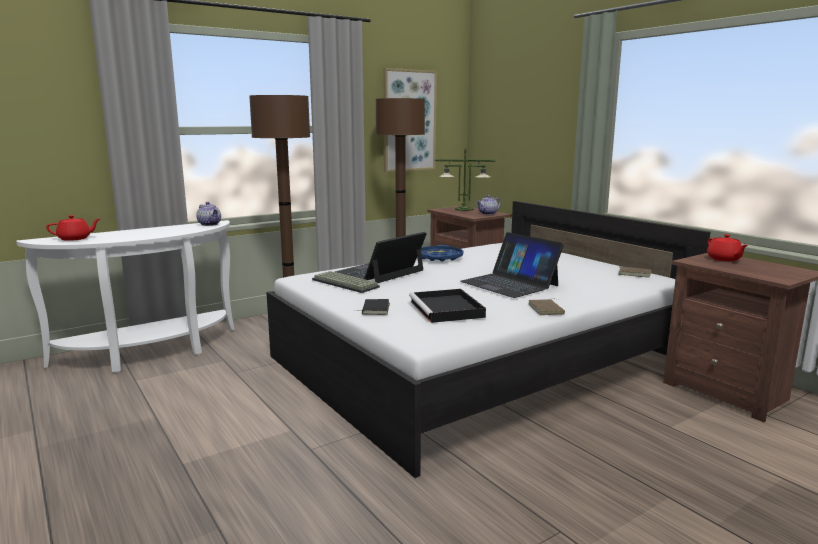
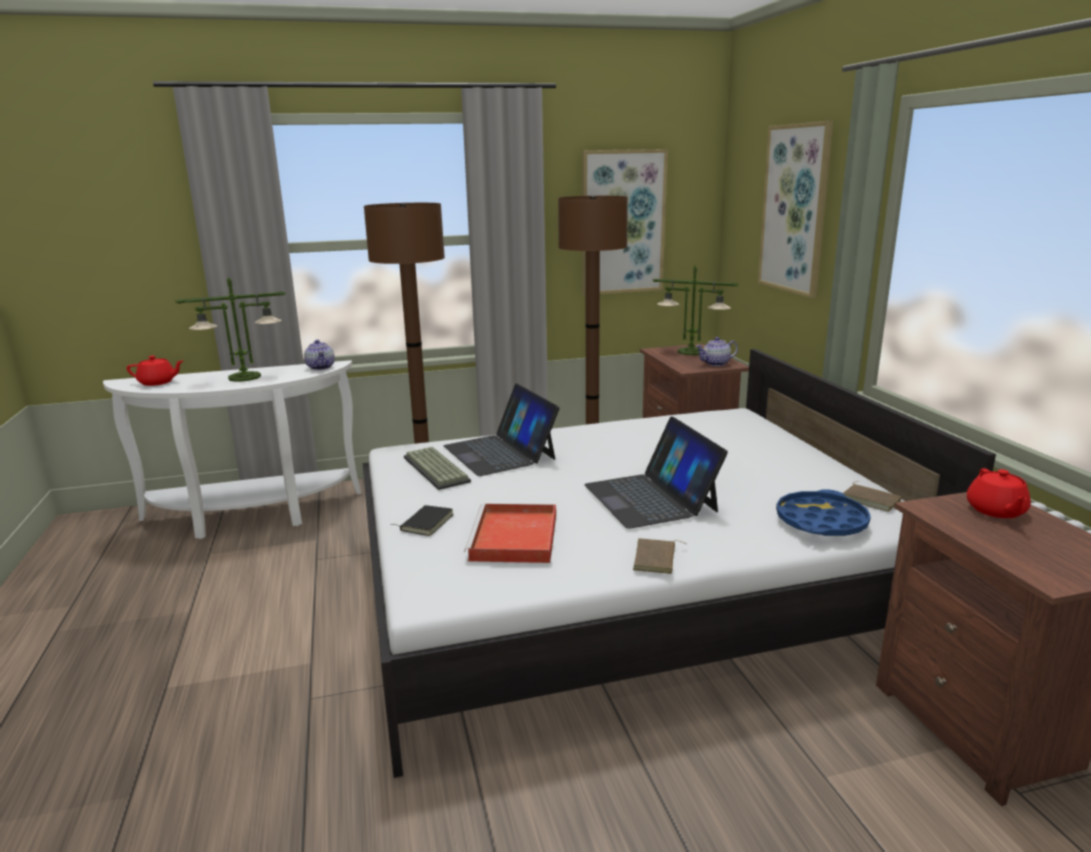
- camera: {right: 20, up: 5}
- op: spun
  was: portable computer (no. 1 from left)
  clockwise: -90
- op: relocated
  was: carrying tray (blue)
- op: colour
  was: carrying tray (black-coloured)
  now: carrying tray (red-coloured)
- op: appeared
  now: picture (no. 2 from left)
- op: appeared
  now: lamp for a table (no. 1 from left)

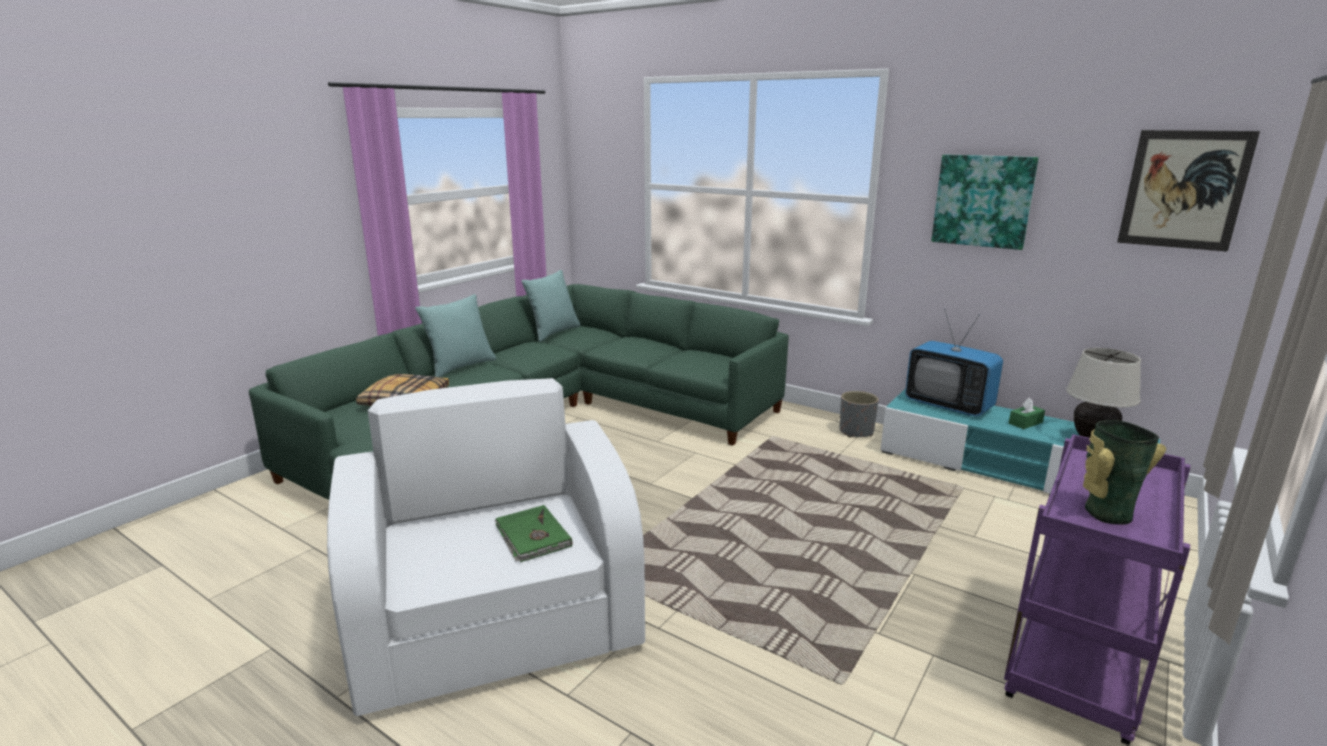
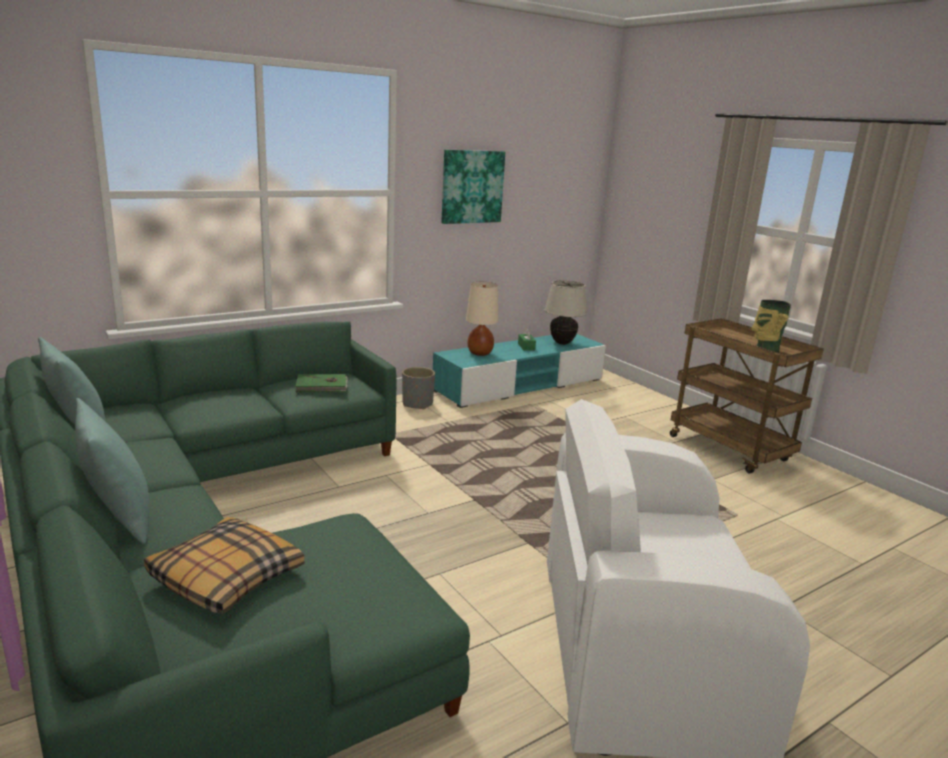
- camera: {right: -70, up: 0}
- op: missing
  was: picture (no. 2 from left)
- op: exchanged
  was: TV
  now: lamp for a table (beige-coloured) (no. 1 from left)
- op: colour
  was: cart (purple-coloured)
  now: cart (brownish)
- op: relocated
  was: volume (green-coloured)

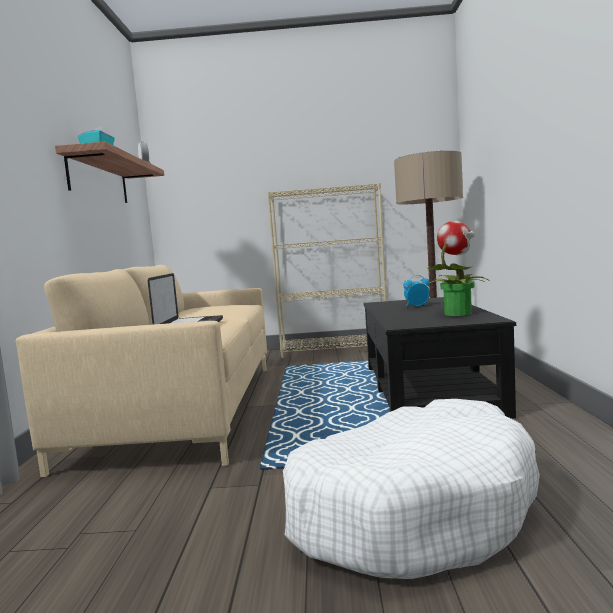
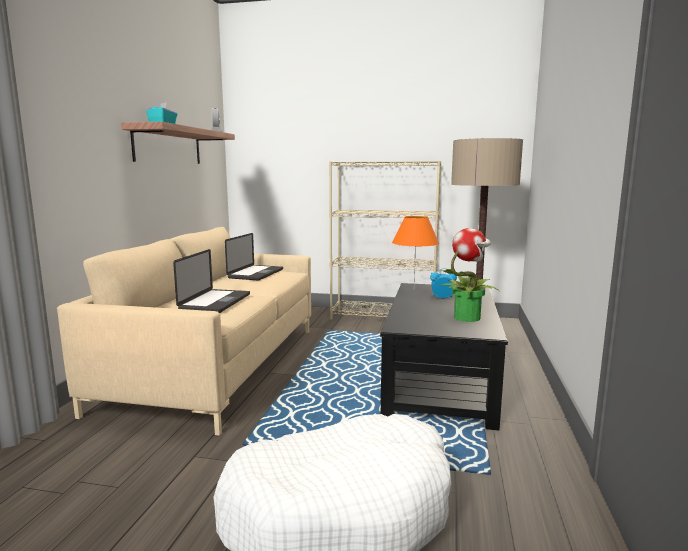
- camera: {right: 10, up: 5}
- op: appeared
  now: lamp for a table (orange)
- op: appeared
  now: portable computer (no. 2 from left)

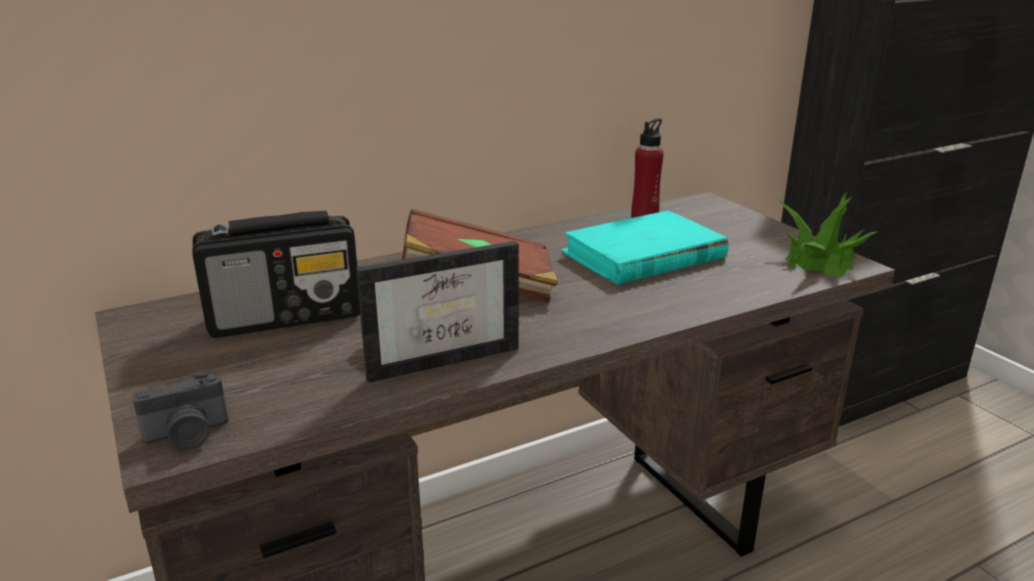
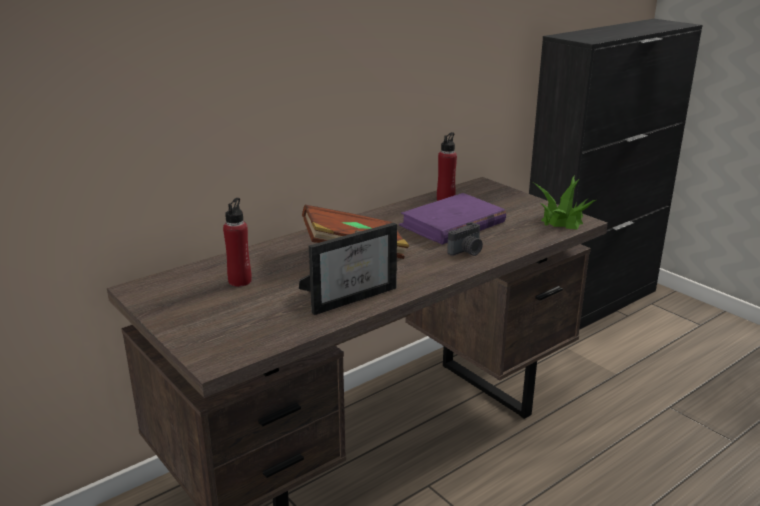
- camera: {right: -10, up: 0}
- op: colour
  was: volume (turquoise-coloured)
  now: volume (purple-coloured)
- op: exchanged
  was: radio set
  now: drink bottle (red-coloured) (no. 1 from left)
- op: relocated
  was: photo camera

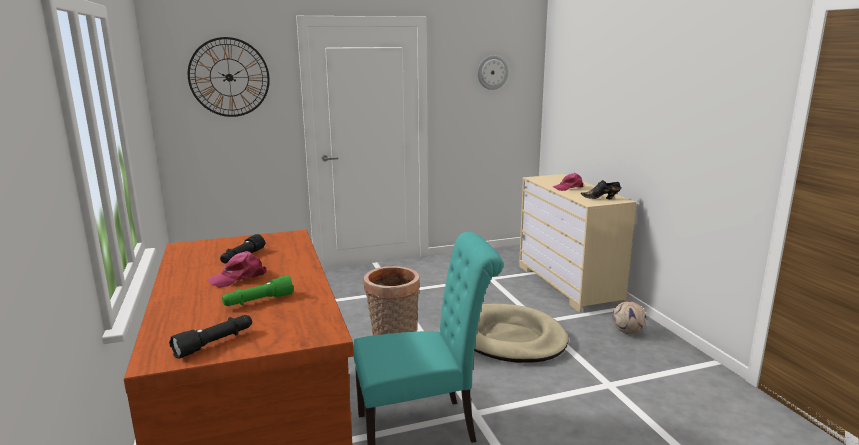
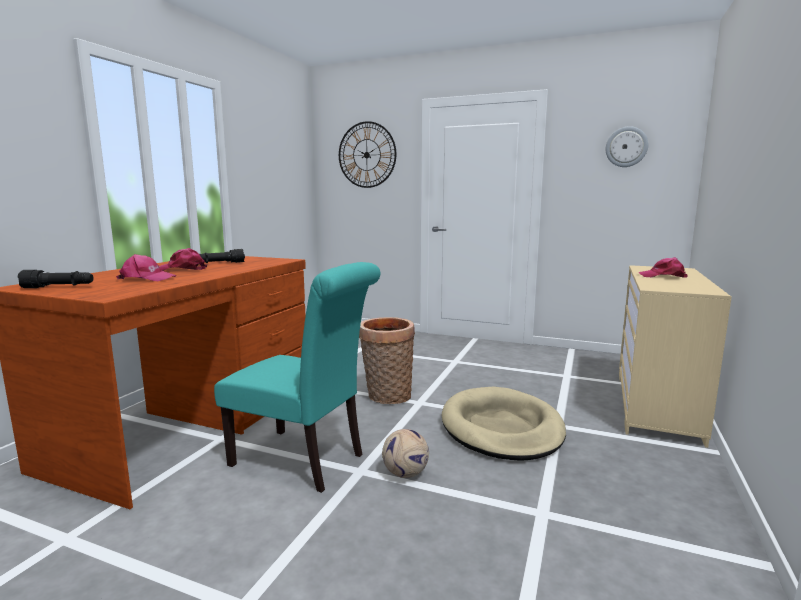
- camera: {right: 40, up: -5}
- op: missing
  was: low shoe (black-coloured)
- op: exchanged
  was: torch (green-coloured)
  now: peaked cap (pink-coloured) (no. 1 from left)
- op: relocated
  was: football ball

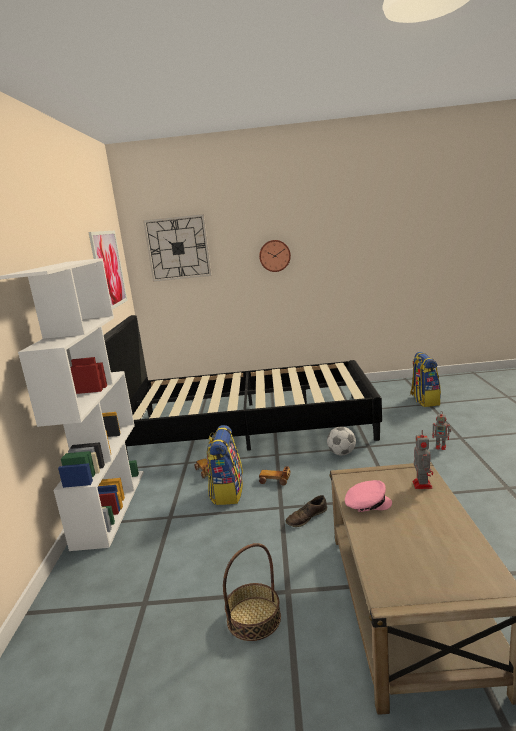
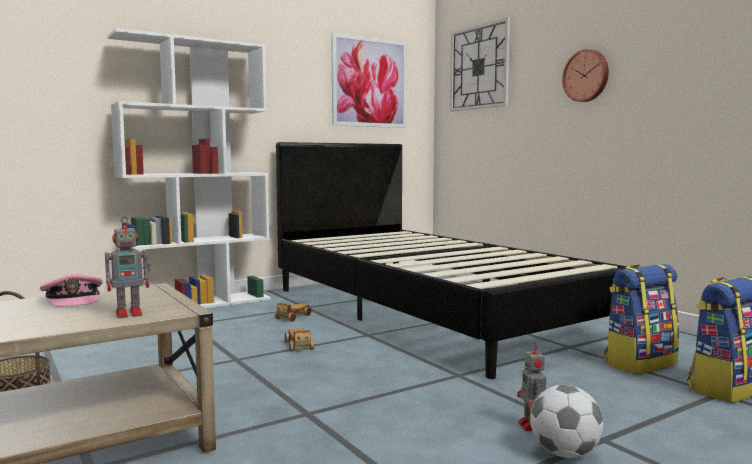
- camera: {right: 55, up: -10}
- op: relocated
  was: knapsack (no. 1 from left)
- op: relocated
  was: football ball
- op: missing
  was: low shoe (brownish)

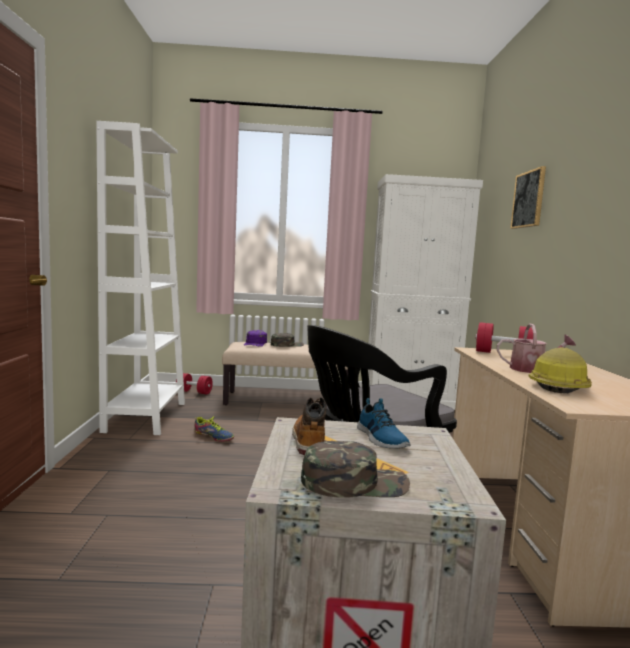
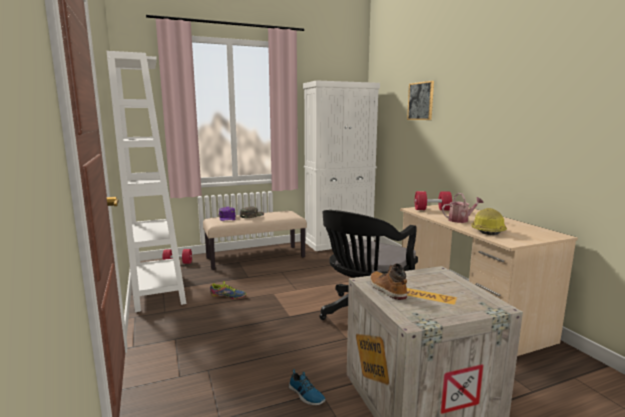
- camera: {right: -20, up: 5}
- op: relocated
  was: low shoe (no. 2 from left)
- op: missing
  was: peaked cap (green-coloured) (no. 2 from left)

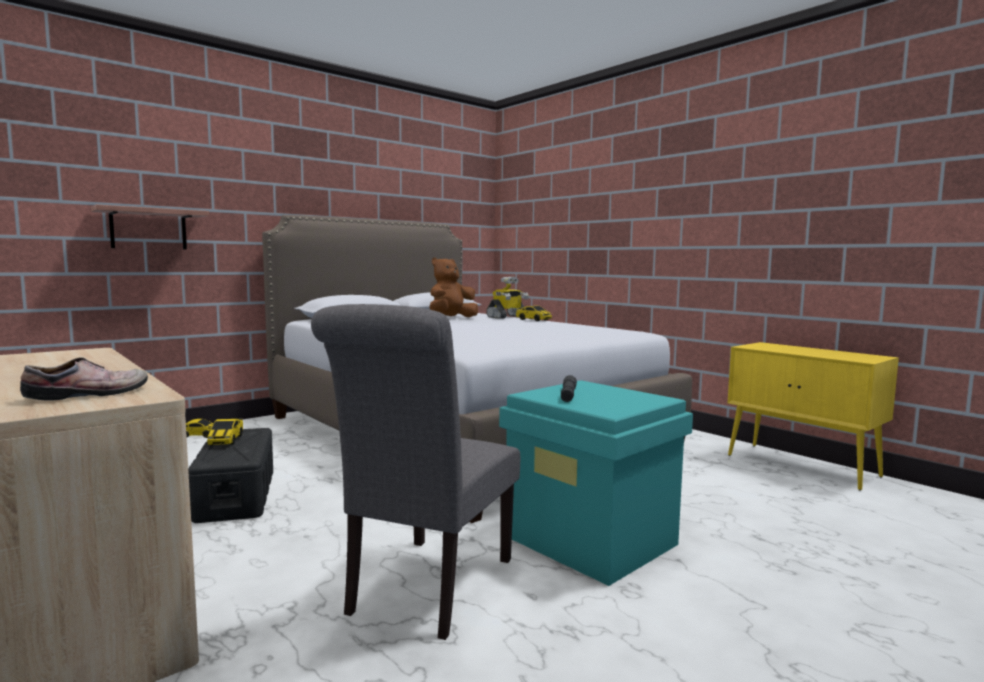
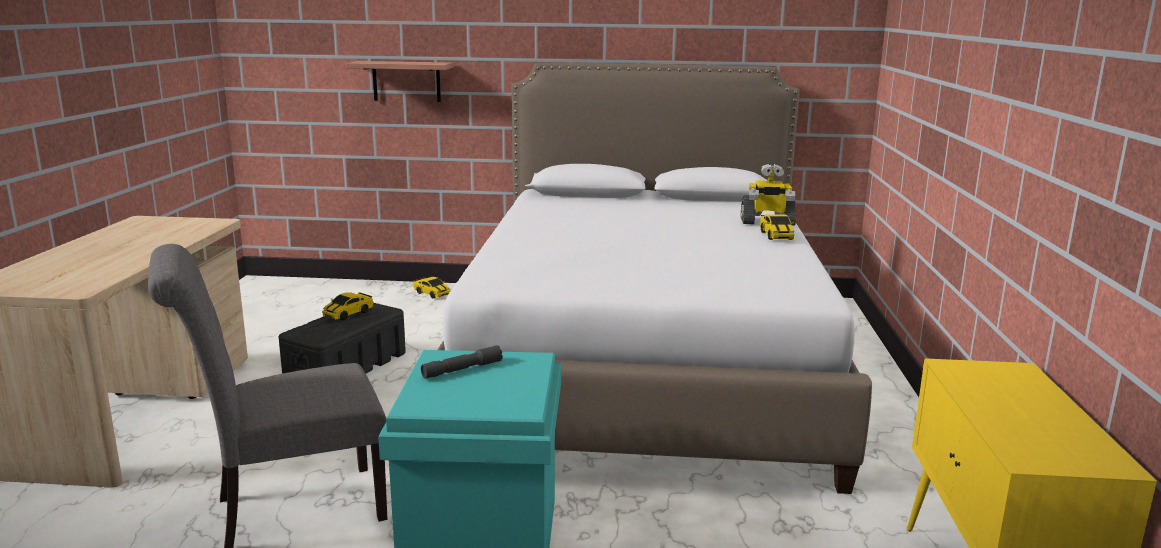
- camera: {right: 45, up: 10}
- op: missing
  was: plush toy (brownish)
- op: missing
  was: low shoe

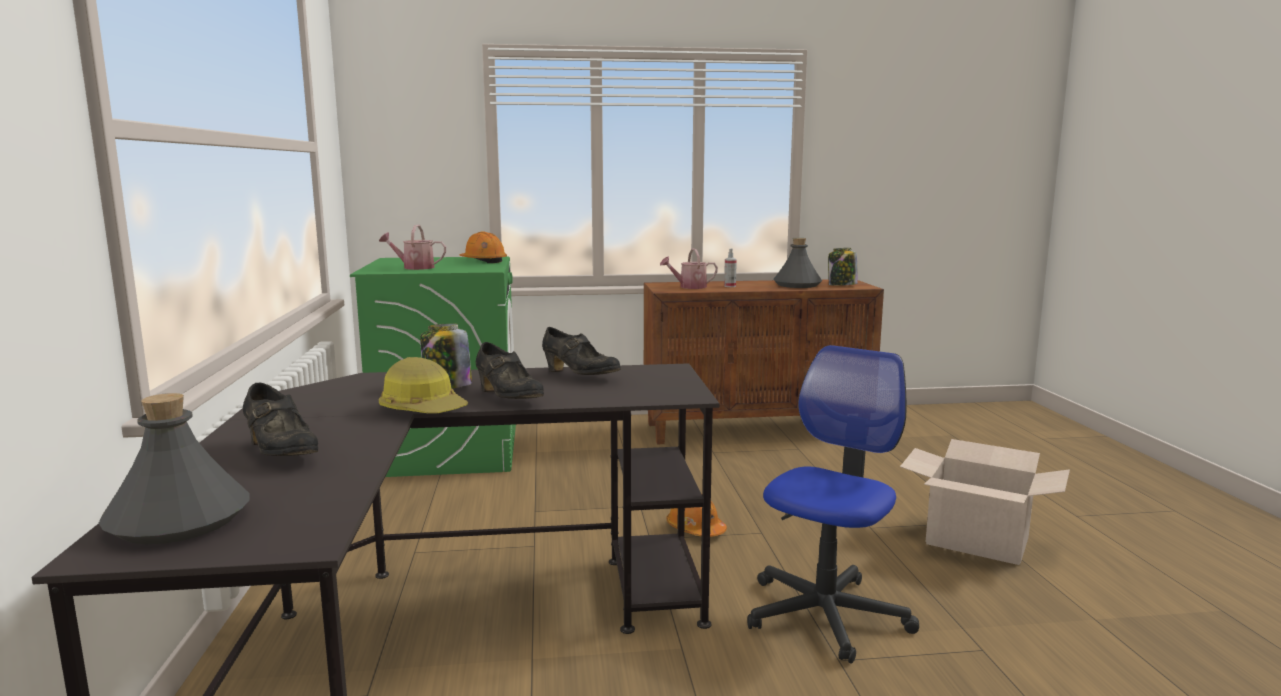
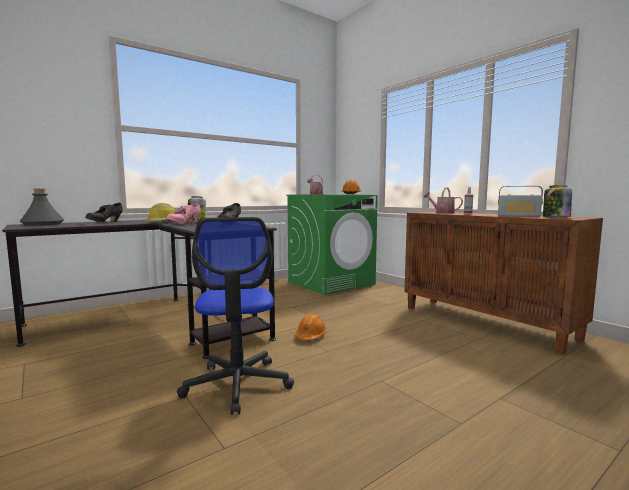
- camera: {right: 60, up: -5}
- op: exchanged
  was: drink bottle (greyish) (no. 2 from left)
  now: radio set
- op: colour
  was: low shoe (black-coloured) (no. 2 from left)
  now: low shoe (pink-coloured)
- op: spun
  was: computer chair
  clockwise: 75
- op: missing
  was: packing box

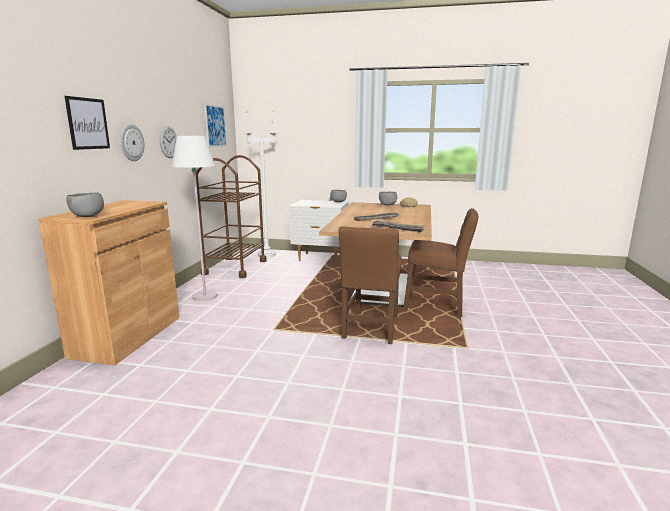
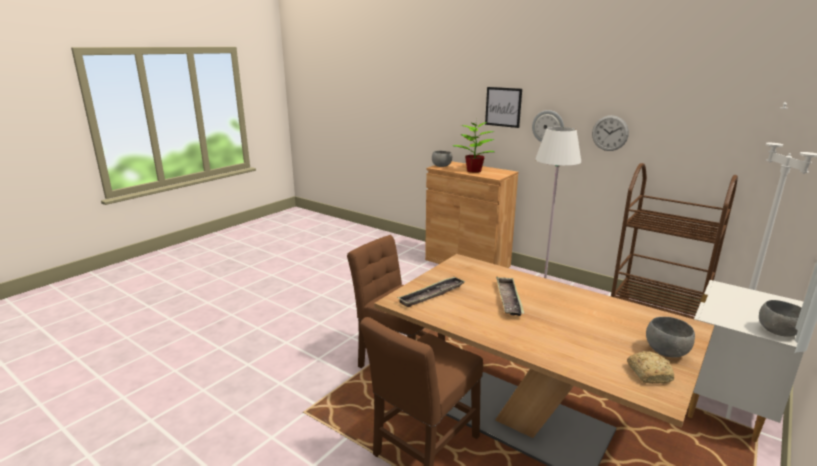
- camera: {right: 115, up: 5}
- op: missing
  was: picture (no. 2 from left)
- op: appeared
  now: houseplant

